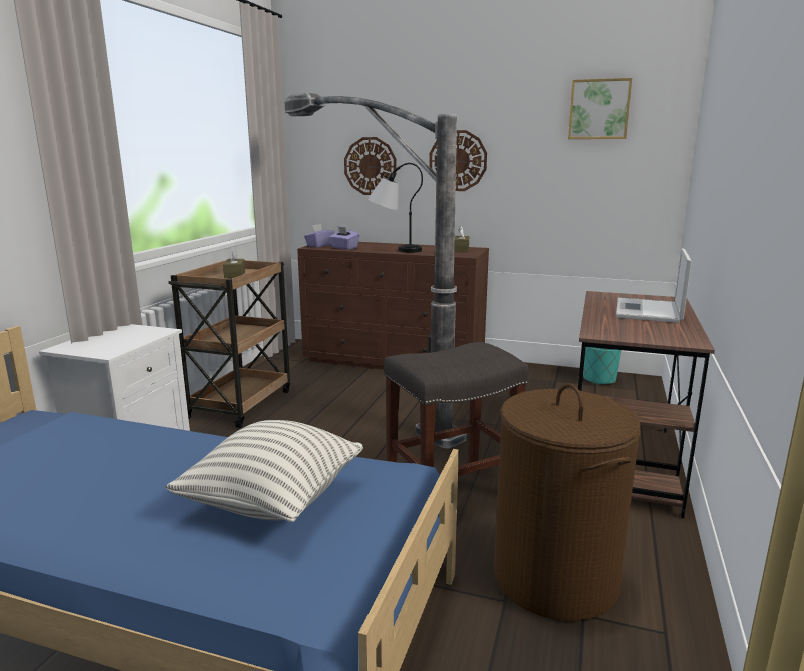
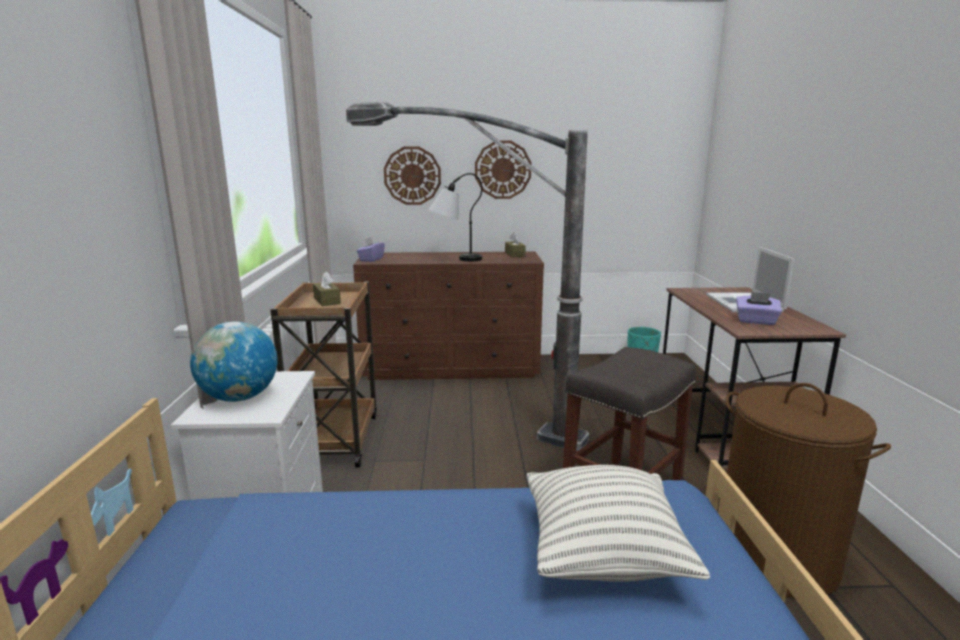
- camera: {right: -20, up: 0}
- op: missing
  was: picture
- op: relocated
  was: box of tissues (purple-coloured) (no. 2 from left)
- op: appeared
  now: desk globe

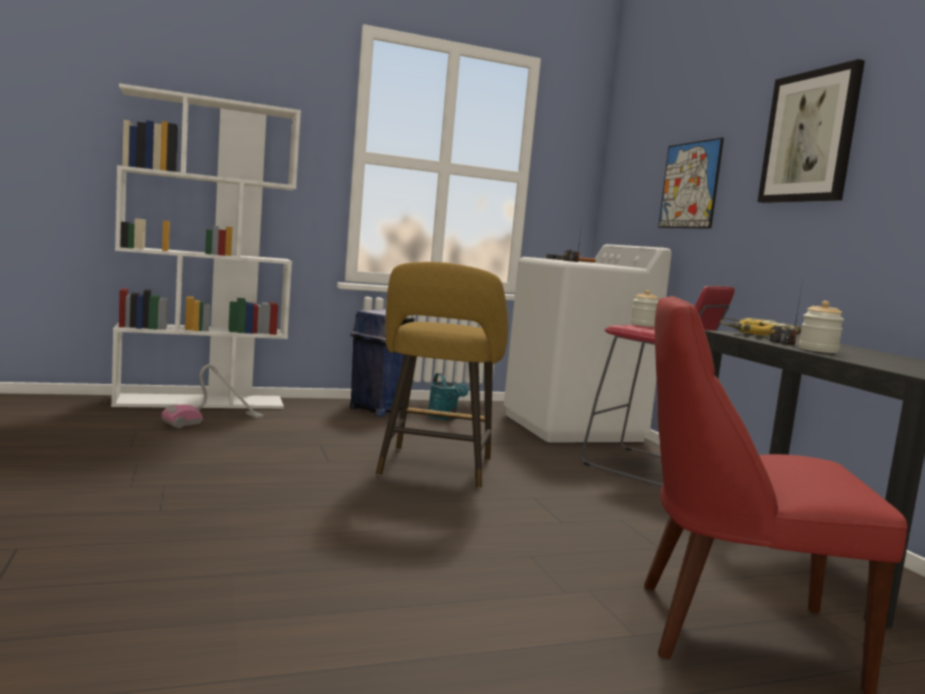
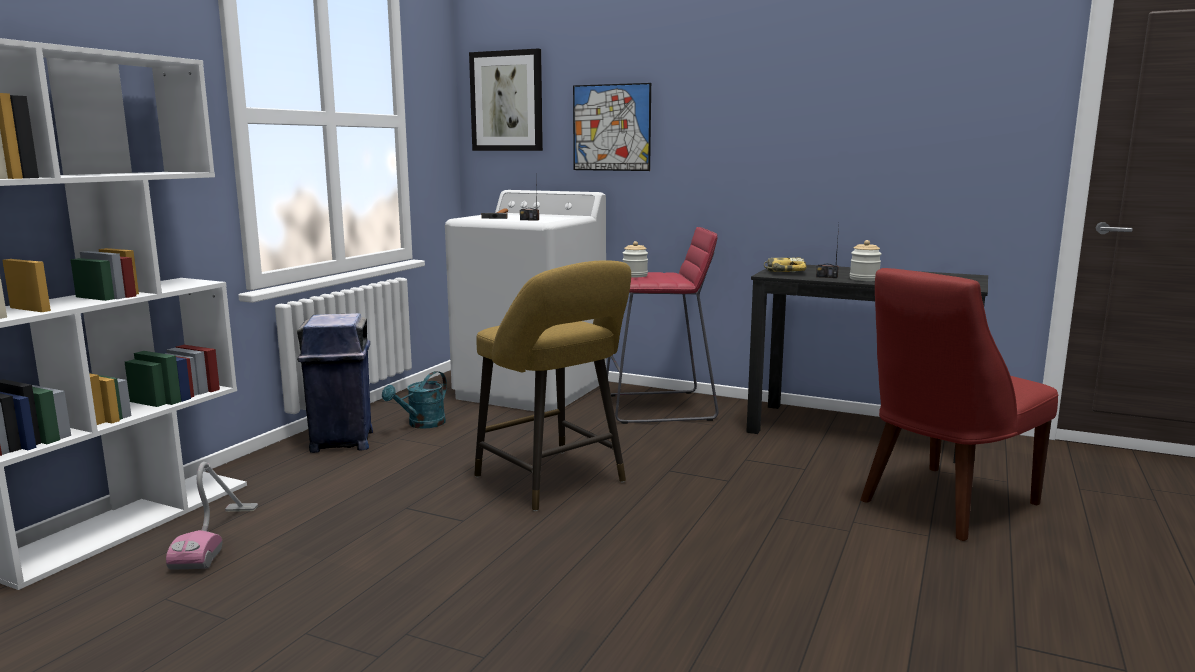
- camera: {right: -45, up: 5}
- op: relocated
  was: picture (no. 2 from left in the first image)
  now: picture (no. 1 from left)
- op: spun
  was: watering pot (turquoise-coloured)
  clockwise: 105

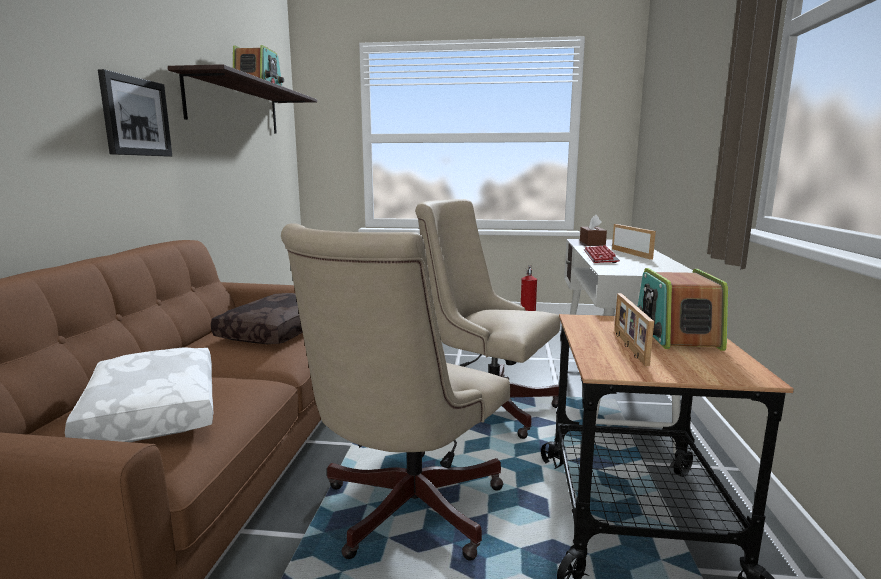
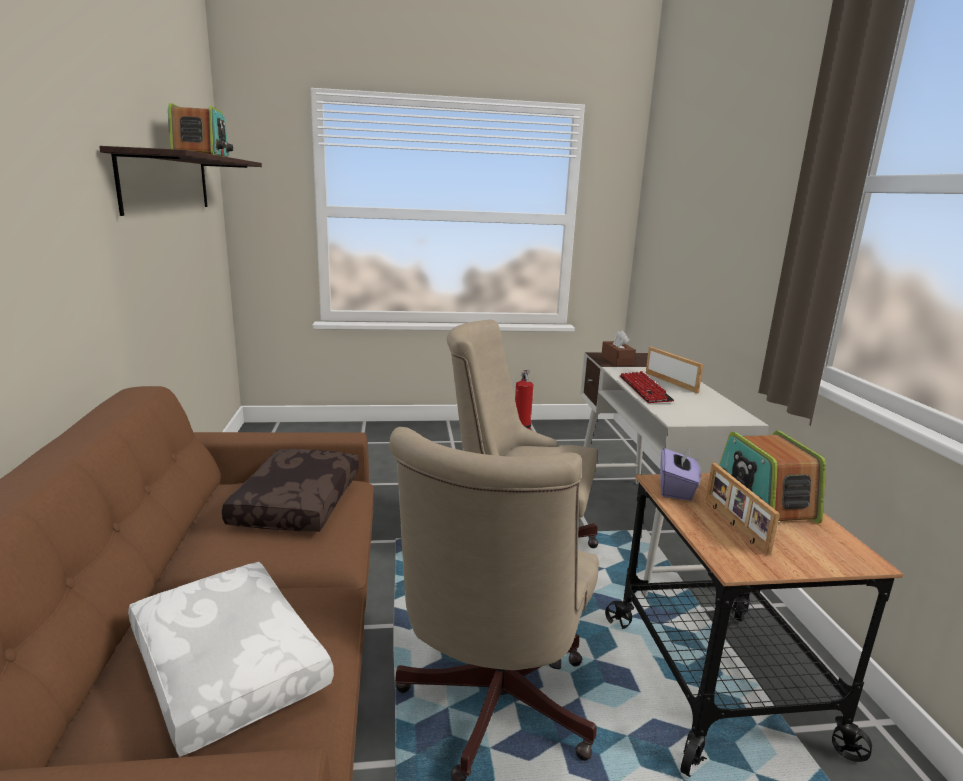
- camera: {right: -15, up: 5}
- op: missing
  was: picture
- op: appeared
  now: box of tissues (purple-coloured)

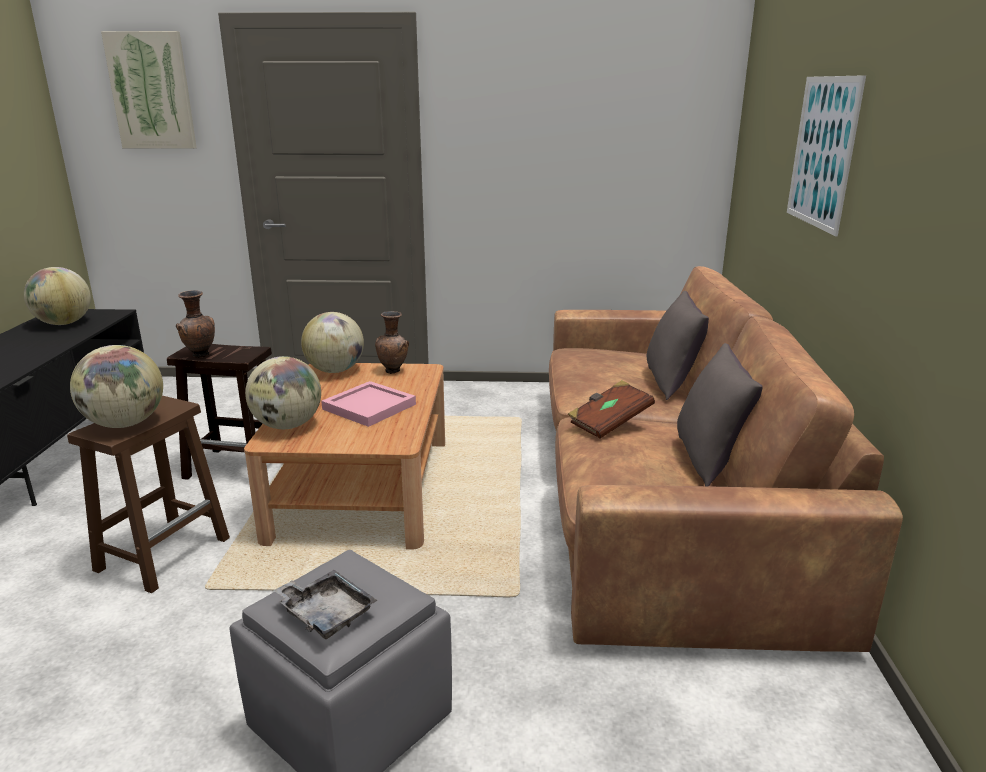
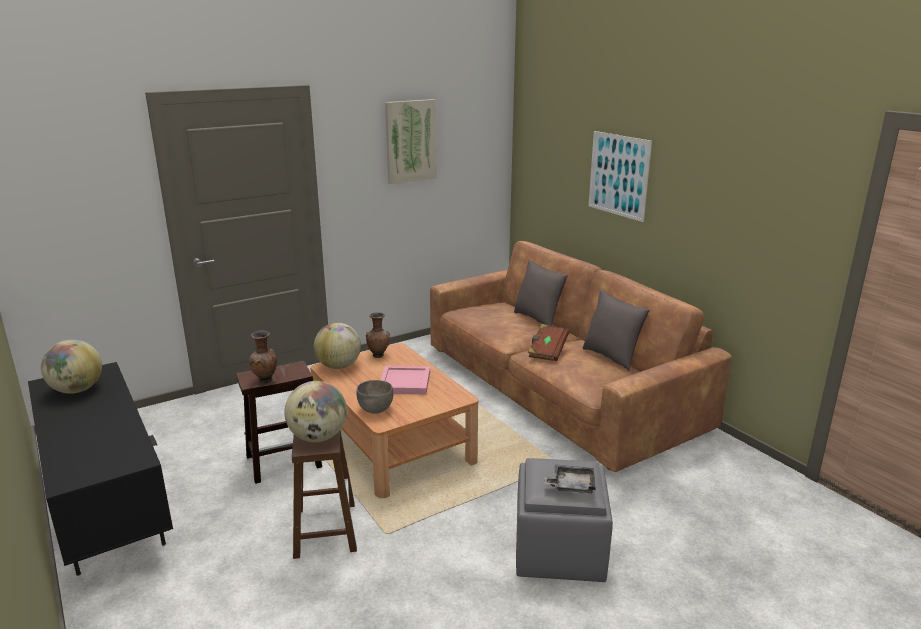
- camera: {right: -35, up: 0}
- op: relocated
  was: picture (no. 1 from left)
- op: exchanged
  was: desk globe (no. 3 from left)
  now: serving bowl (greyish)

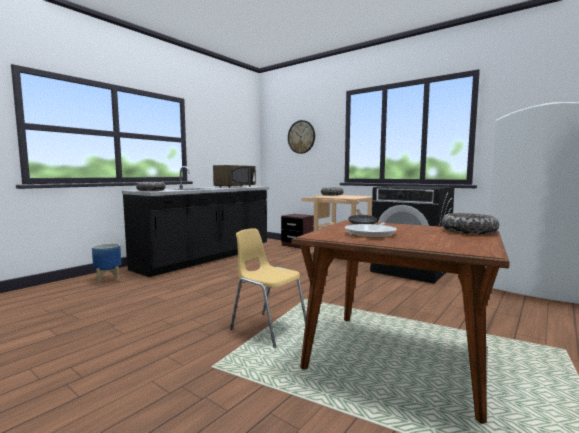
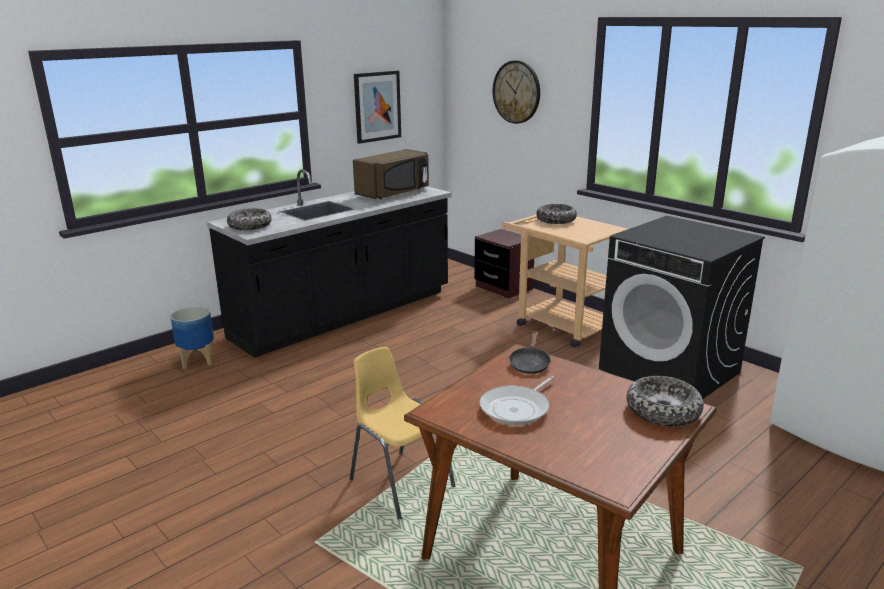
- camera: {right: 10, up: 15}
- op: appeared
  now: picture

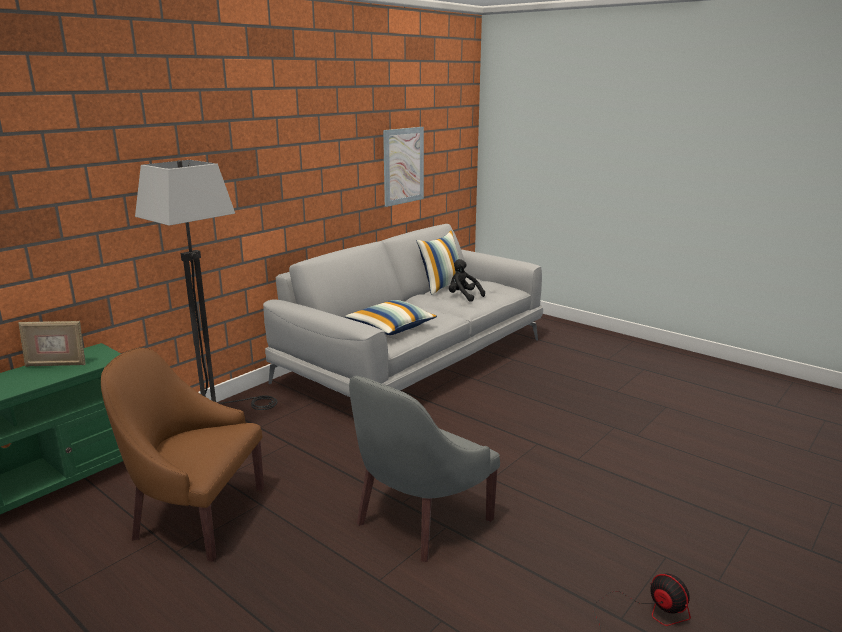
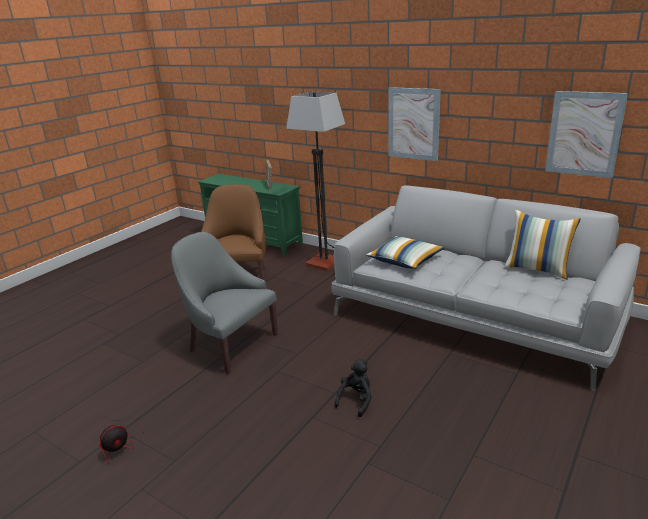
- camera: {right: 85, up: 5}
- op: relocated
  was: plush toy (black-coloured)
- op: appeared
  now: picture (no. 1 from left)

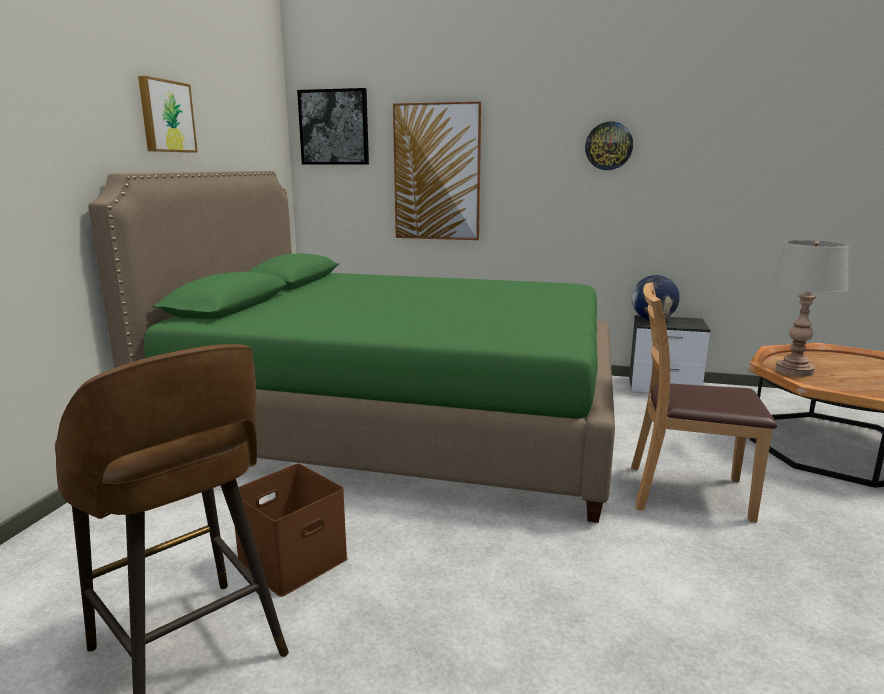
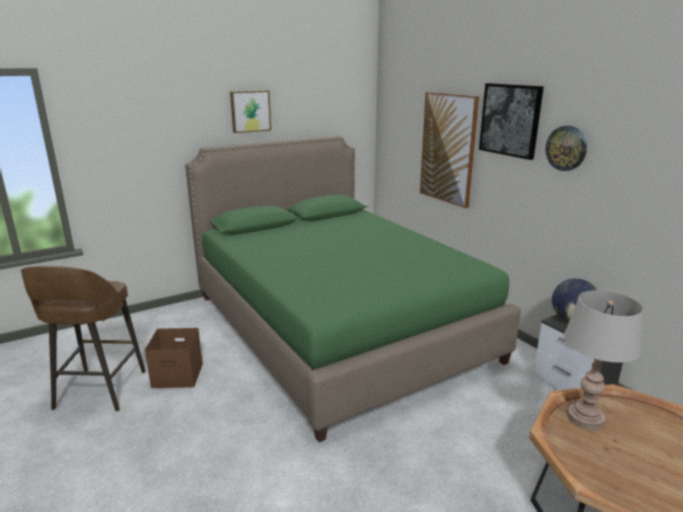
- camera: {right: 45, up: 5}
- op: relocated
  was: picture (no. 2 from left in the first image)
  now: picture (no. 3 from left)
- op: missing
  was: chair (brownish)

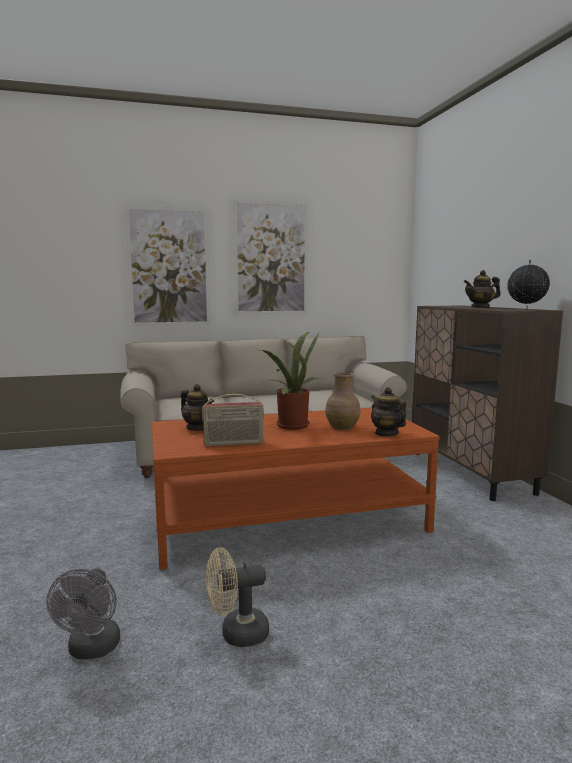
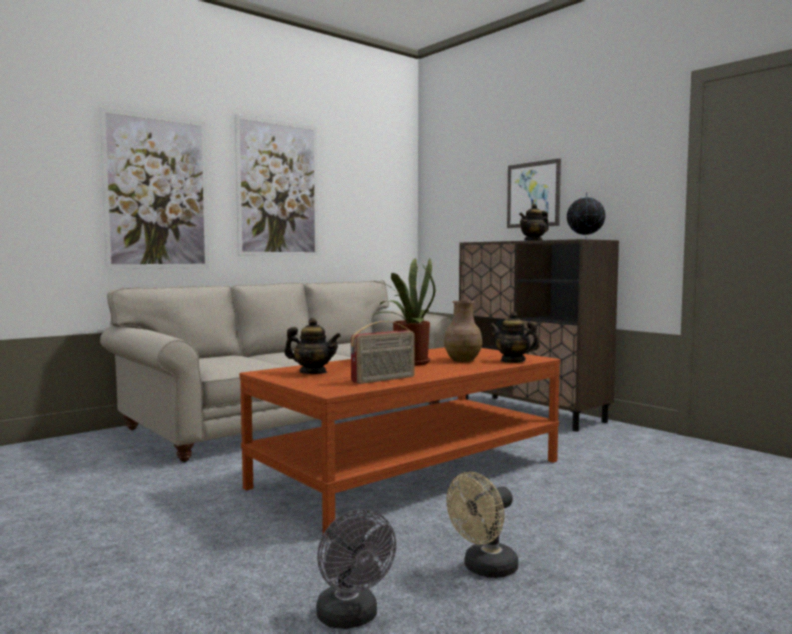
- camera: {right: -25, up: -5}
- op: appeared
  now: picture (no. 3 from left)

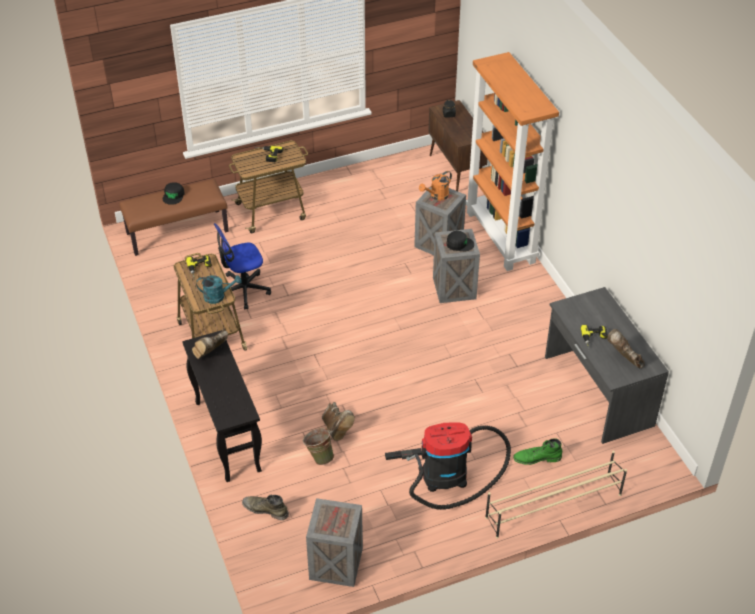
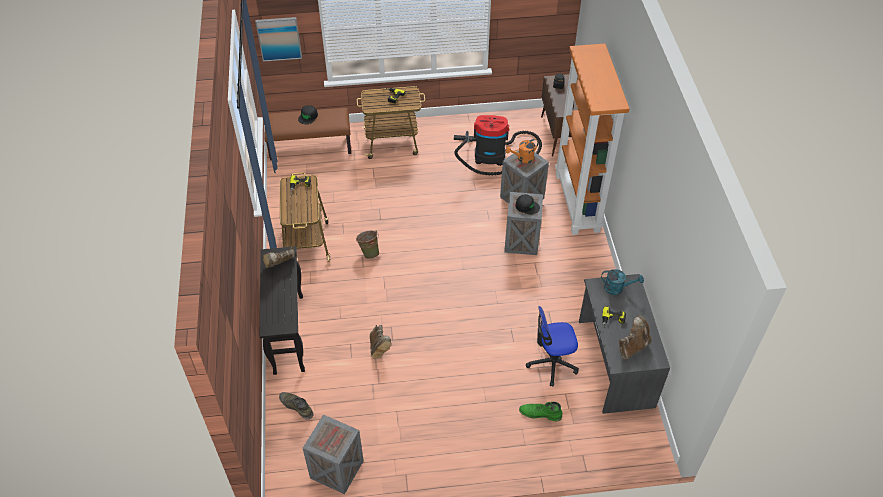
- camera: {right: 15, up: 5}
- op: relocated
  was: computer chair
- op: relocated
  was: watering pot (turquoise-coloured)
- op: spun
  was: boot (brownish) (no. 3 from left)
  clockwise: 75
- op: relocated
  was: vacuum
- op: relocated
  was: water bucket (green-coloured)
- op: missing
  was: shoe stand (beige-coloured)
- op: appeared
  now: picture

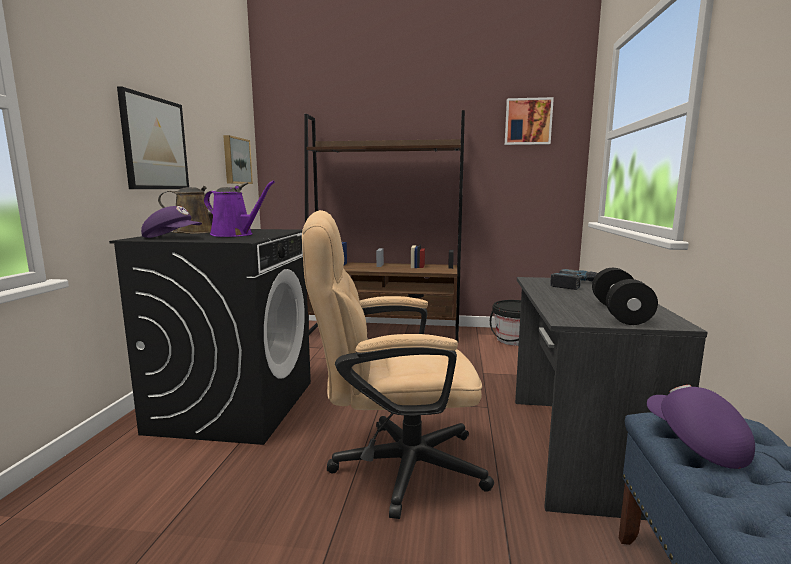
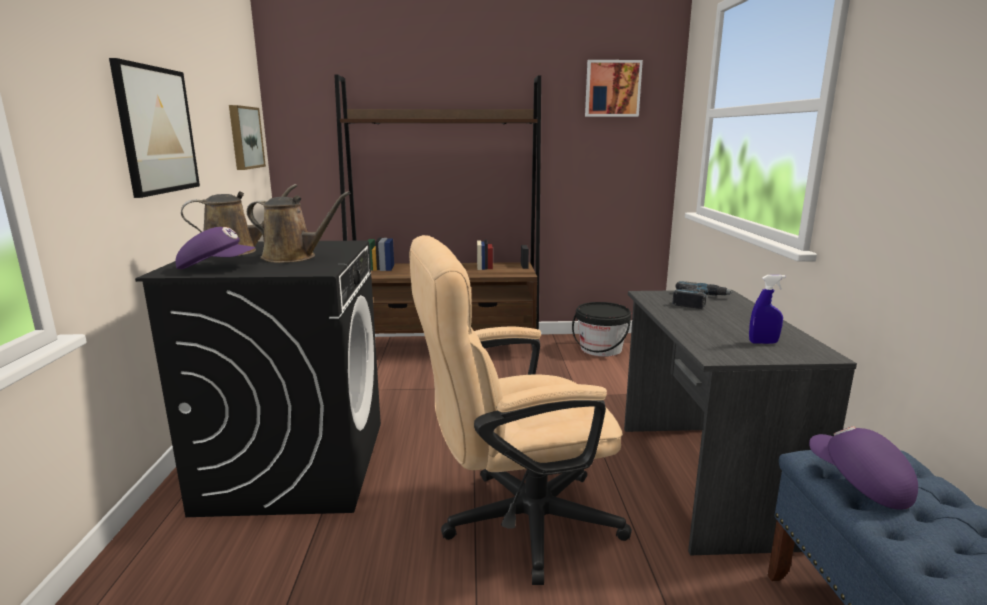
- camera: {right: -10, up: 5}
- op: colour
  was: watering pot (purple-coloured)
  now: watering pot (brownish) (no. 2 from left)
- op: exchanged
  was: free weight (black-coloured)
  now: sprayer (blue)

